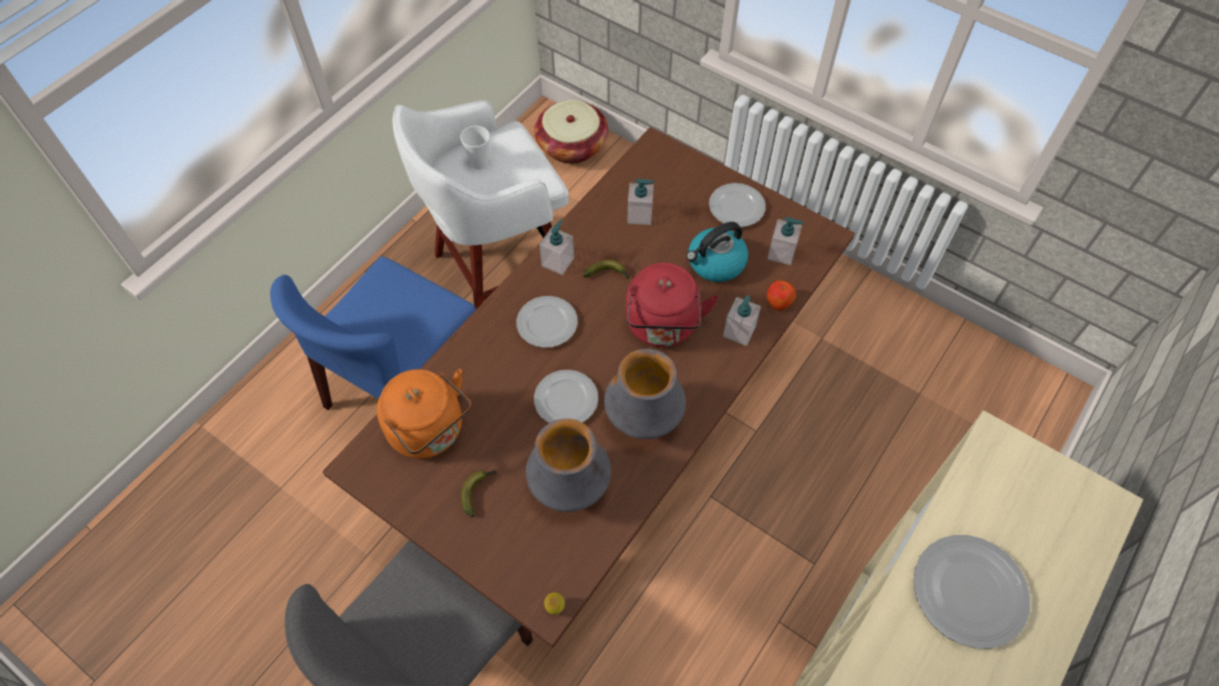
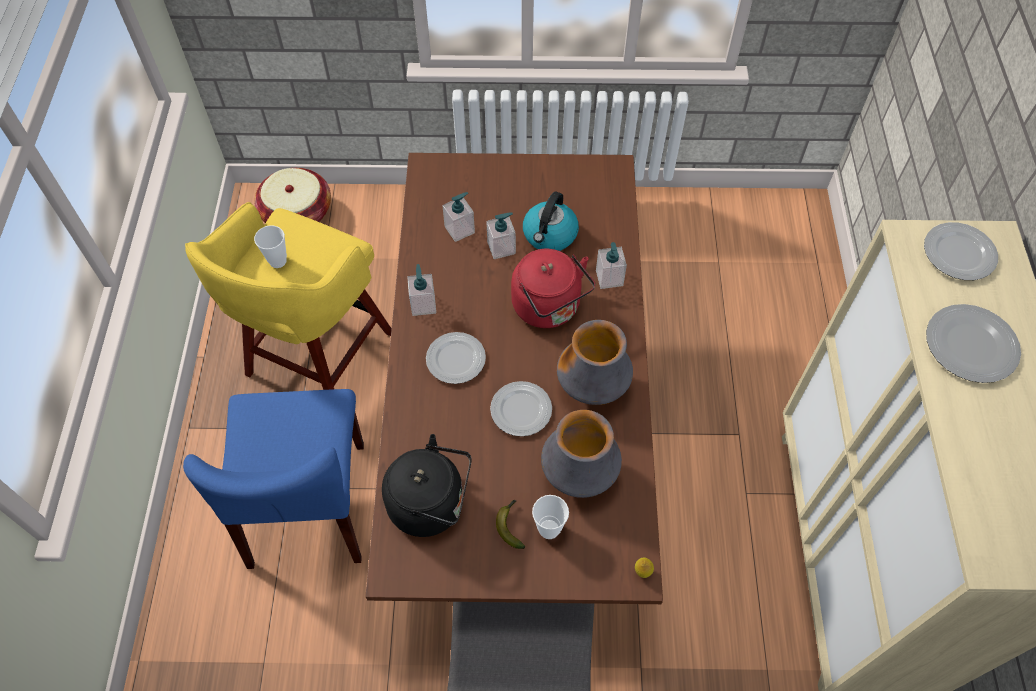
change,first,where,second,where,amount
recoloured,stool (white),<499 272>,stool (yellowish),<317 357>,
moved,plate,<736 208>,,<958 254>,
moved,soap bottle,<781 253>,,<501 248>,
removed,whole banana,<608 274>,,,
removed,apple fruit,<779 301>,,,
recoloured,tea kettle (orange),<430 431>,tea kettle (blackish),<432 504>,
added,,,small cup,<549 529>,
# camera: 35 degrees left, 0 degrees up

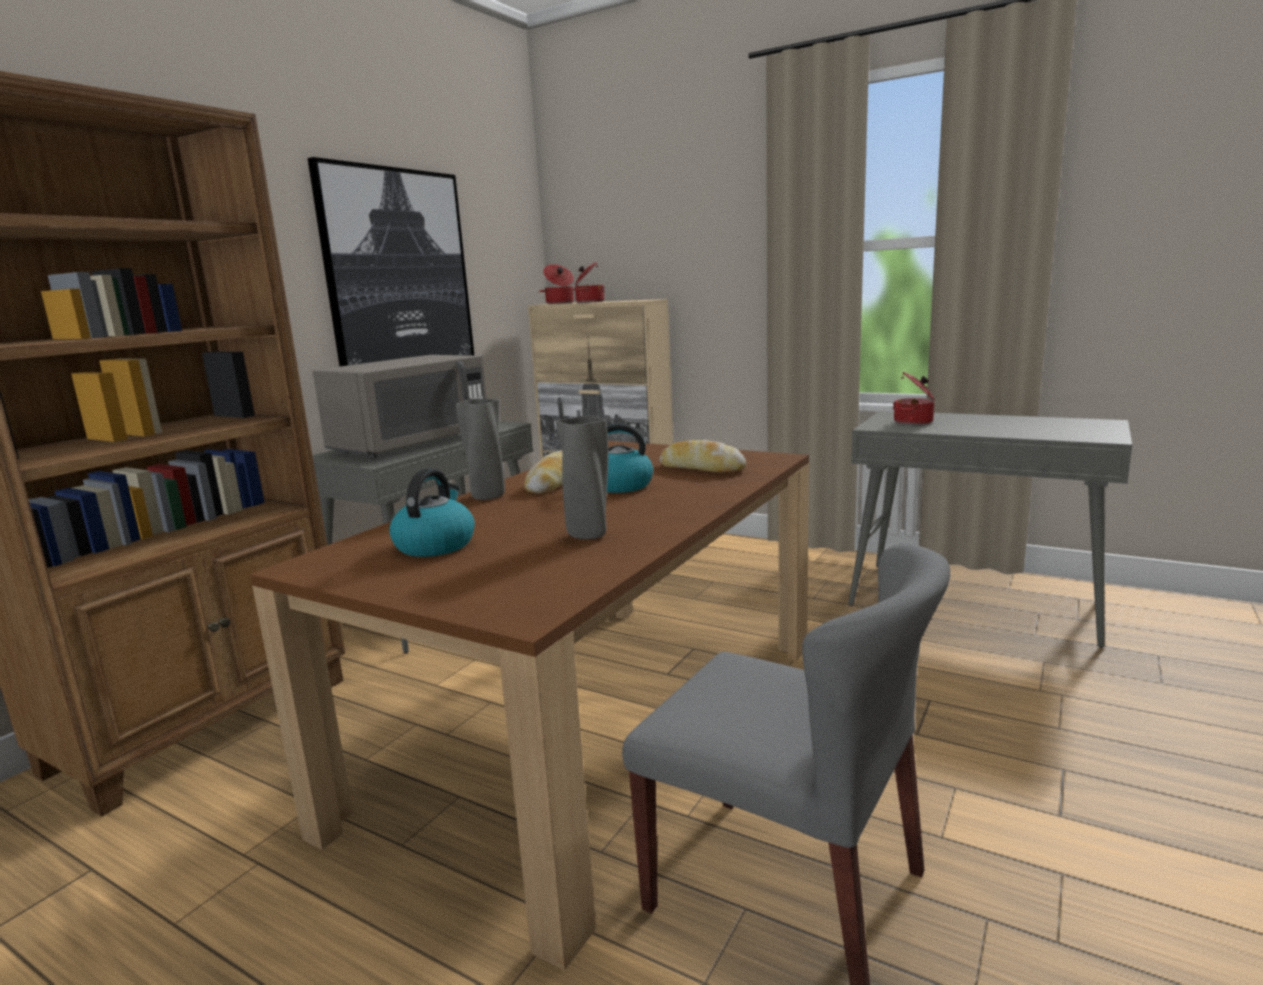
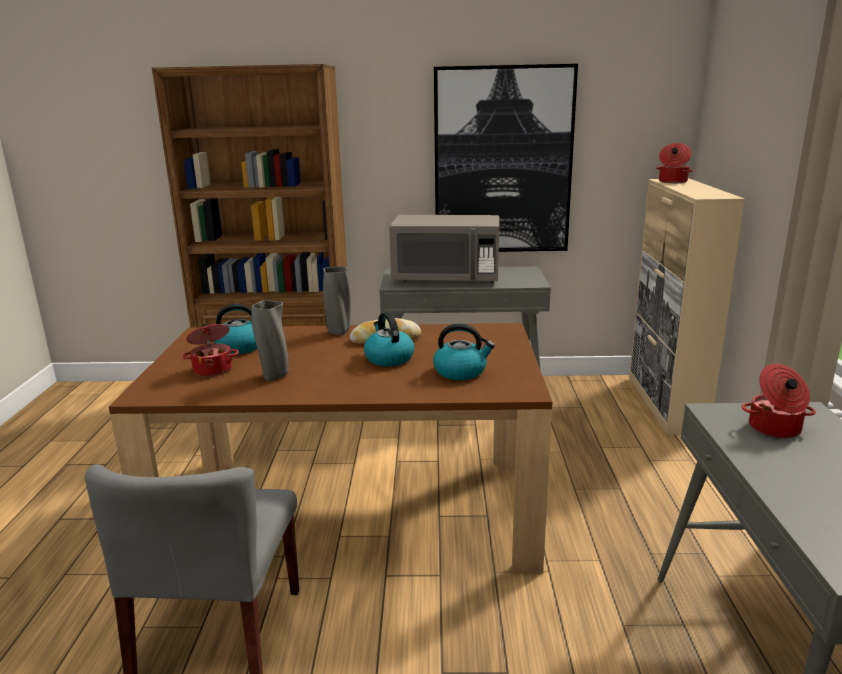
change,first,where,second,where,amount
moved,cooking pot,<589 302>,,<213 369>,
replaced,bakery bread,<701 468>,tea kettle,<461 371>,
# camera: 60 degrees right, 5 degrees up

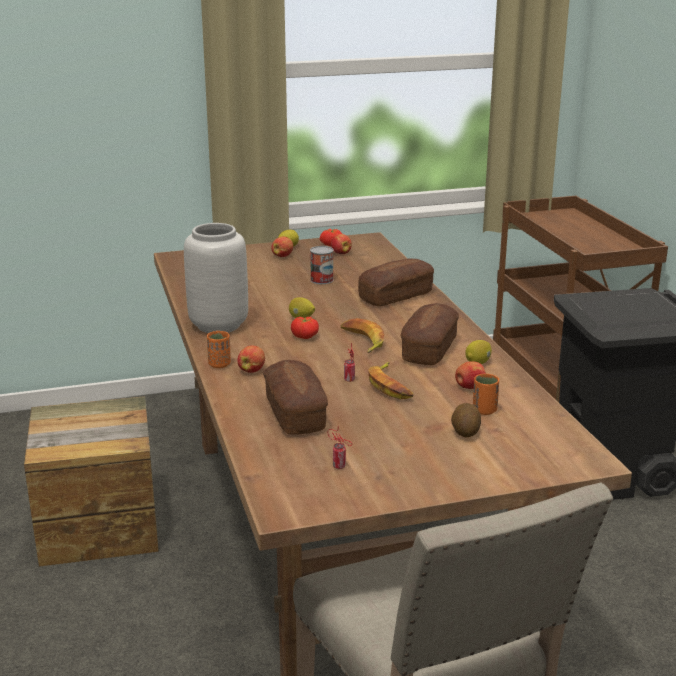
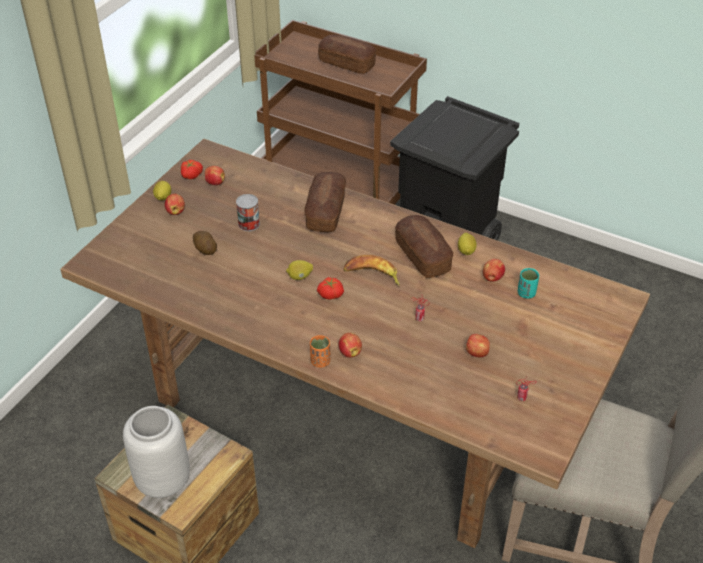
change,first,where,second,where,amount
moved,decorative vase (gray),<220 325>,,<163 479>,
moved,bakery bread,<295 413>,,<347 63>,
removed,whole banana,<391 386>,,,
recoloured,small cup (orange),<484 410>,small cup (turquoise-coloured),<526 293>,
moved,spud,<465 431>,,<205 249>,
added,,,apple fruit,<477 353>,
# camera: 45 degrees left, 20 degrees up

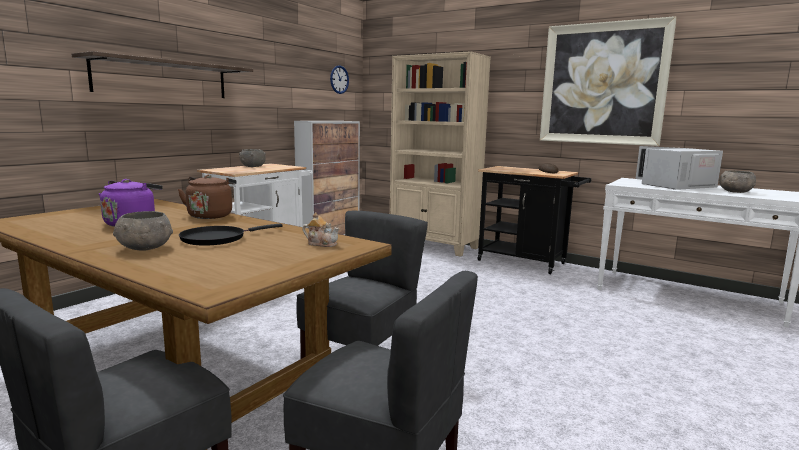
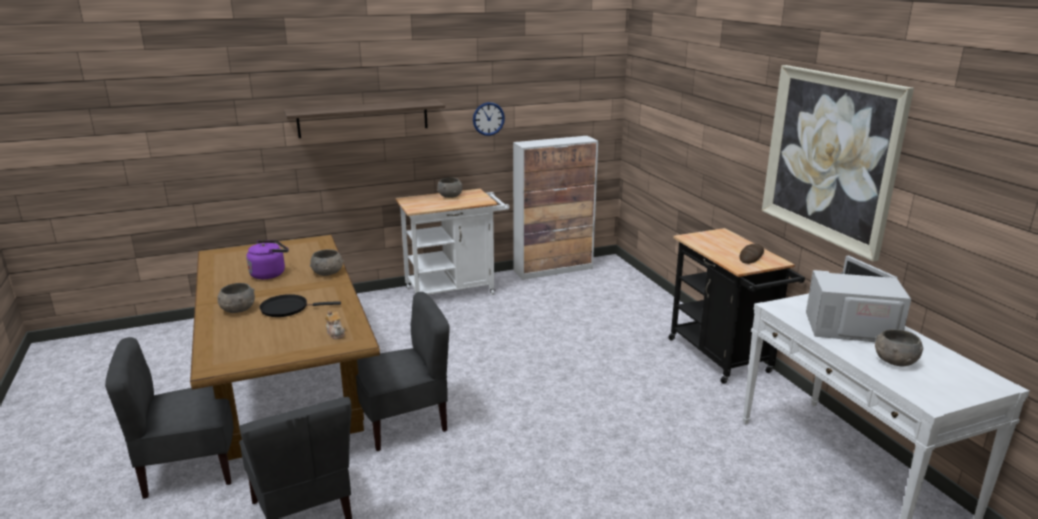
change,first,where,second,where,amount
removed,bookcase (beige),<434 246>,,,
moved,hanging clock,<339 79>,,<488 119>,
replaced,tea kettle (brown-coloured),<211 215>,serving bowl (gray),<328 273>,
# camera: 35 degrees right, 10 degrees up

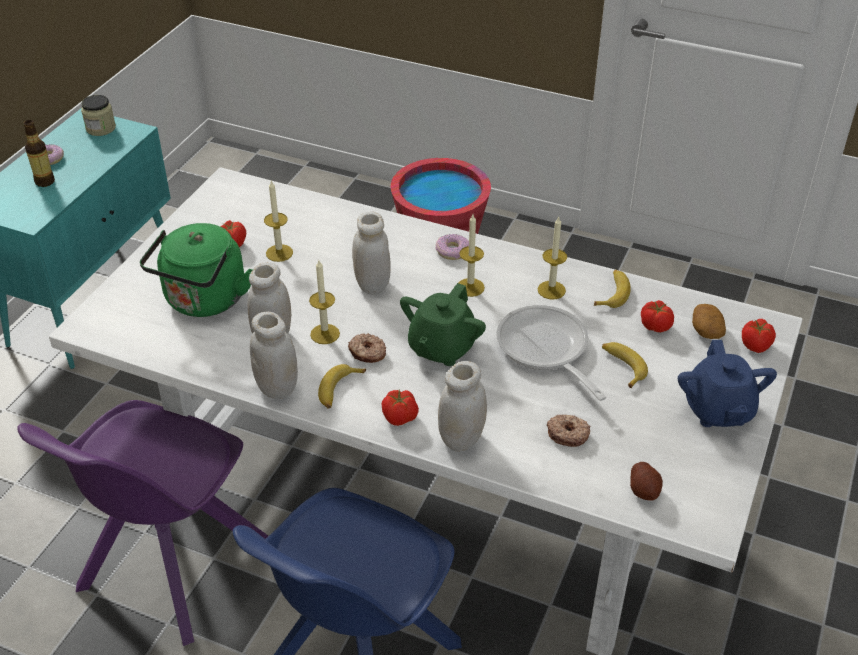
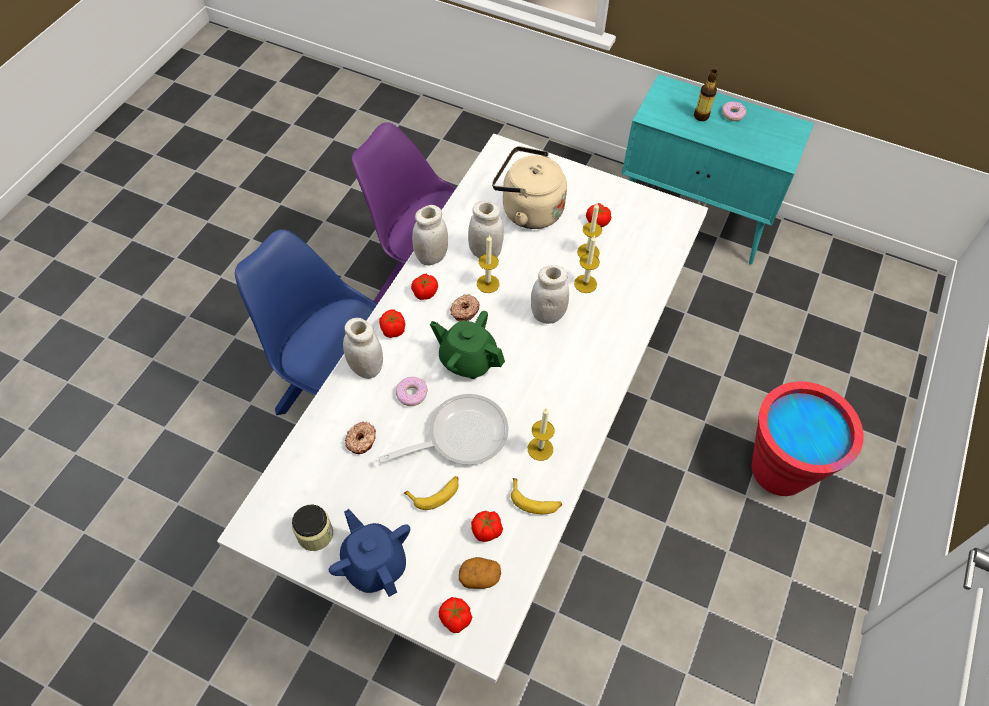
change,first,where,second,where,amount
moved,storage jar,<101 128>,,<315 534>,
moved,wax light,<470 287>,,<585 284>,
recoloured,tea kettle (green-coloured),<204 301>,tea kettle (beige),<528 210>,
moved,donut,<452 251>,,<411 394>,
turned,teapot (bluish),<718 410>,,<374 563>,60 degrees clockwise
replaced,whole banana,<339 391>,fresh tomato,<424 293>,
removed,spud,<644 490>,,,
# camera: 90 degrees right, 15 degrees up

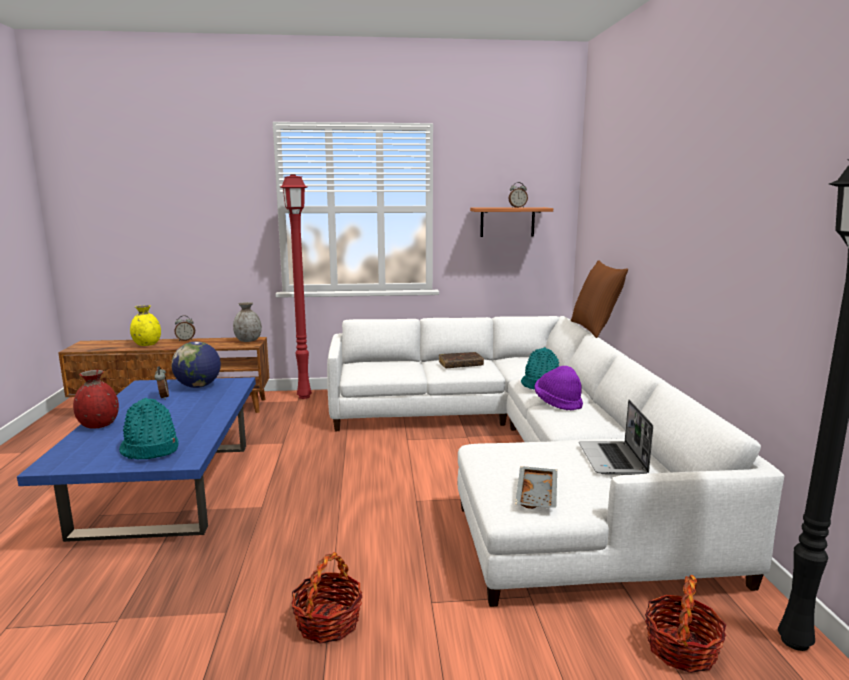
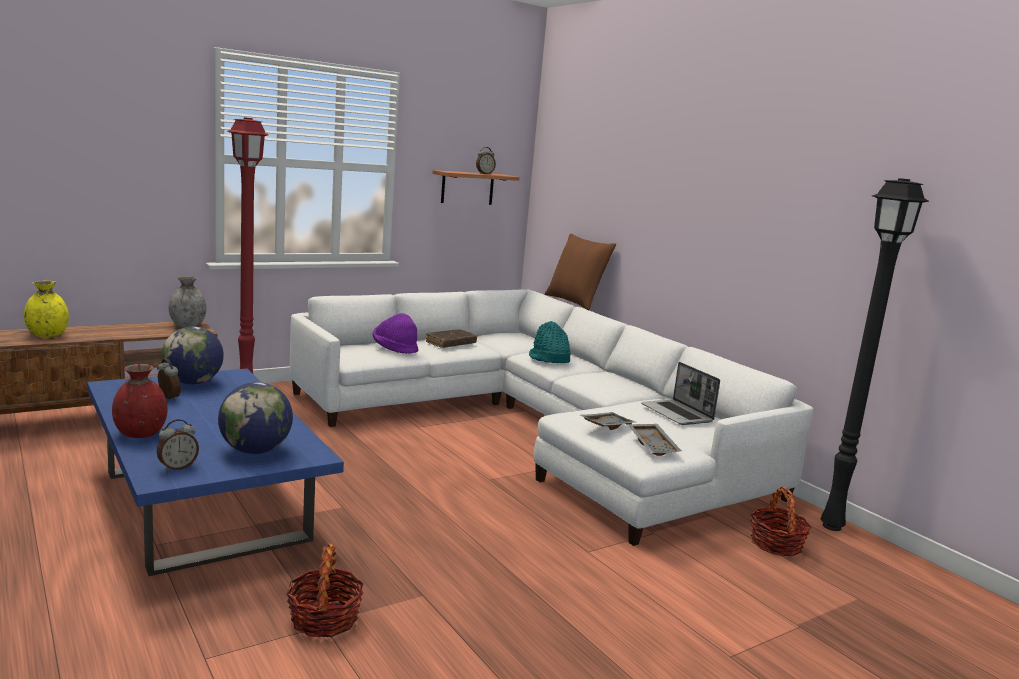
change,first,where,second,where,amount
moved,alarm clock,<186 340>,,<177 467>,
moved,clothing hat (purplish),<558 403>,,<395 349>,
replaced,clothing hat (turquoise-coloured),<150 449>,globe,<255 451>,
moved,household basket,<328 622>,,<324 619>,
added,,,tray (gray),<606 426>,
# camera: 30 degrees left, 0 degrees up

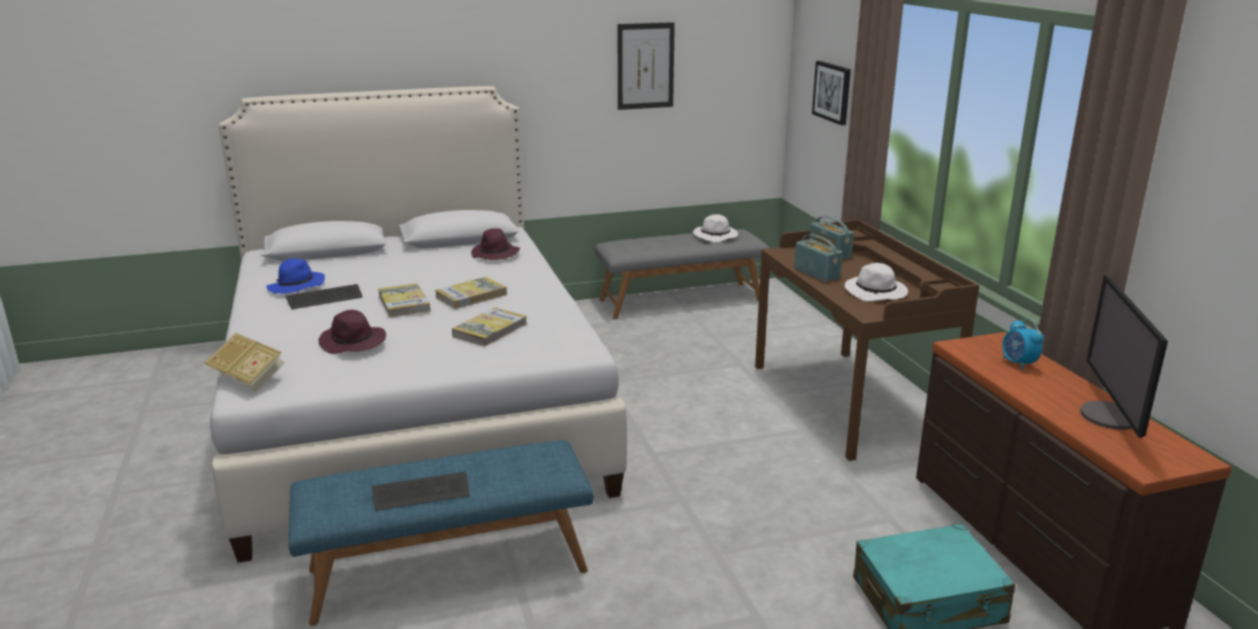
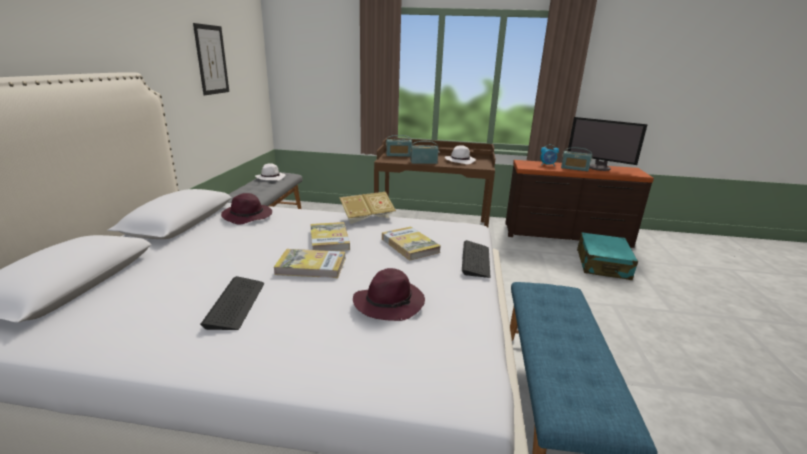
change,first,where,second,where,amount
removed,wall art,<832 92>,,,
removed,clothing hat (bluish),<296 287>,,,
moved,volume,<248 378>,,<367 218>,
moved,PC keyboard,<421 493>,,<475 260>,
added,,,radio receiver,<574 168>,
# camera: 65 degrees left, 0 degrees up

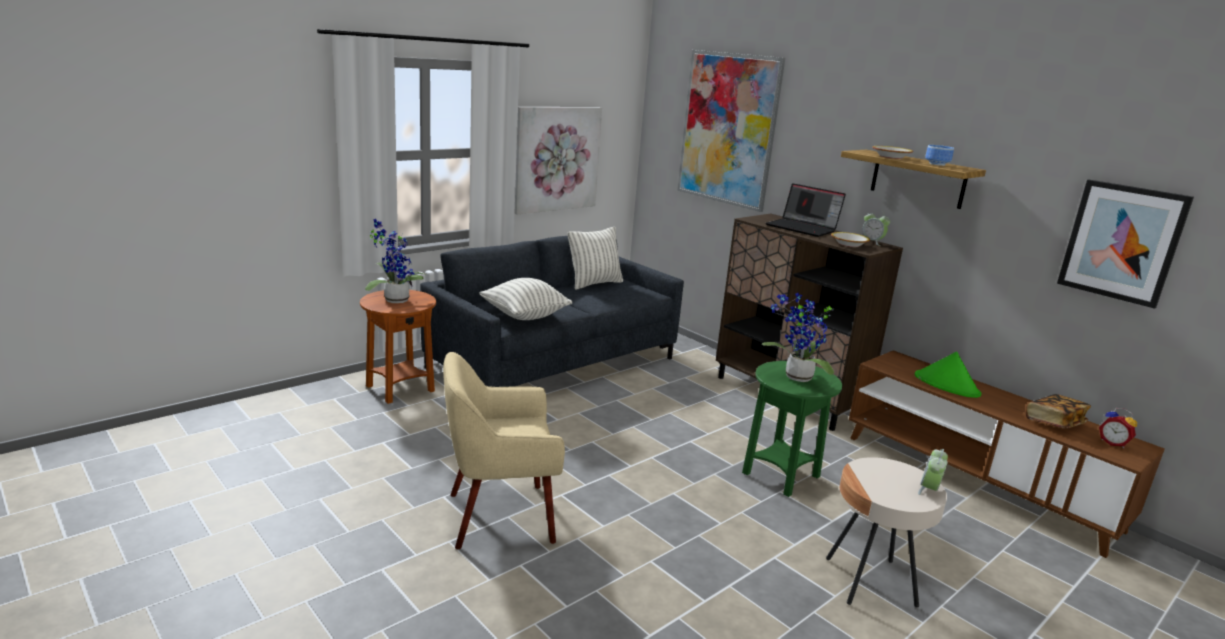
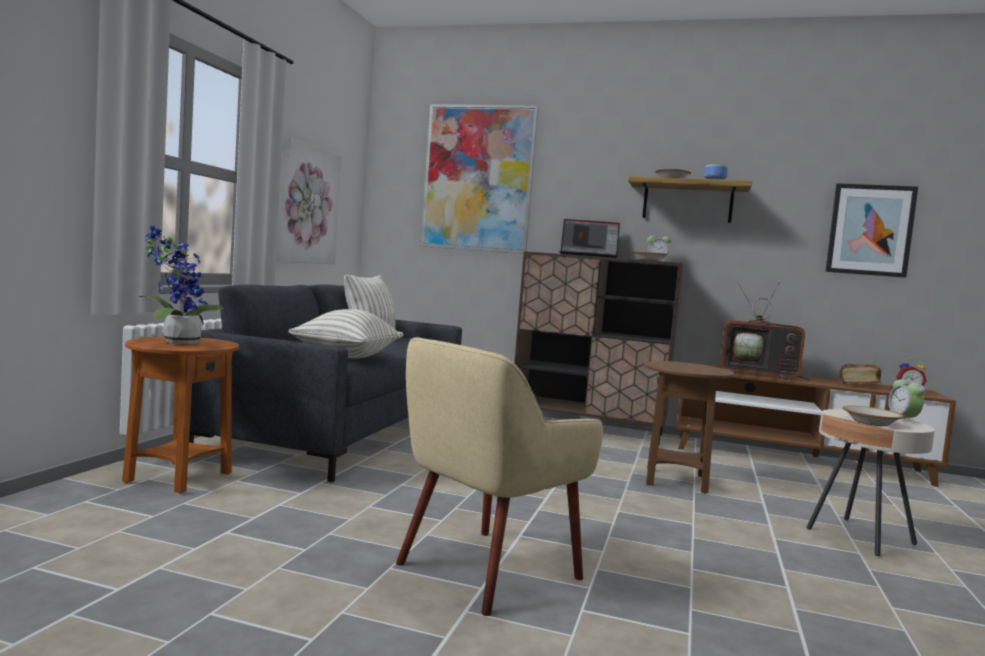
change,first,where,second,where,amount
removed,plant in a pot,<795 378>,,,
replaced,clothing hat (green-coloured),<947 385>,TV,<760 374>,
recoloured,side table (green-coloured),<781 476>,side table (brown-coloured),<676 481>,
added,,,serving bowl,<871 422>,
# camera: 30 degrees left, 15 degrees down

